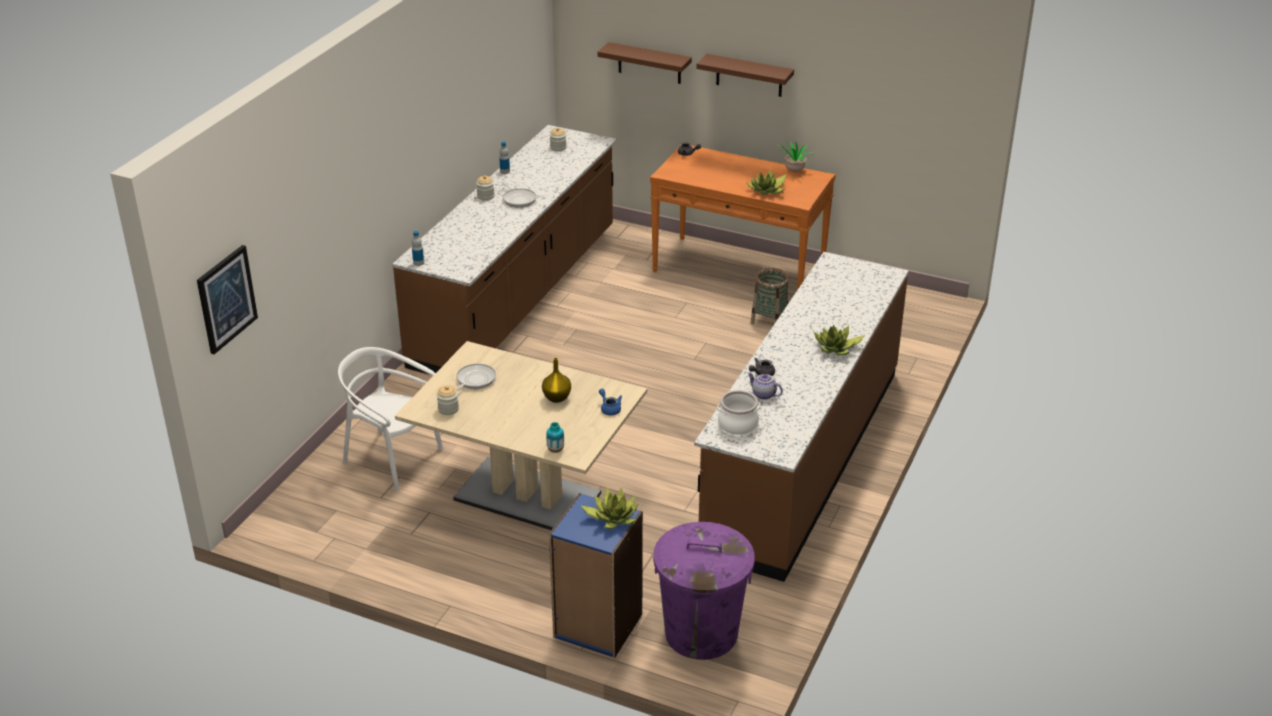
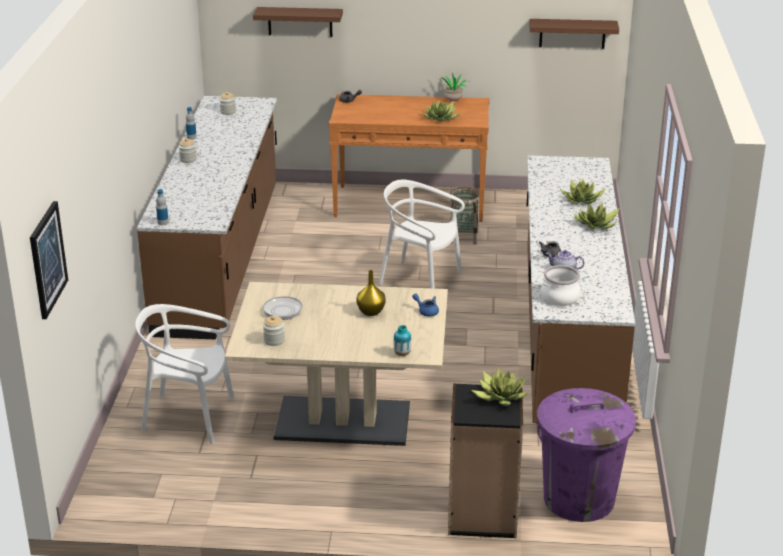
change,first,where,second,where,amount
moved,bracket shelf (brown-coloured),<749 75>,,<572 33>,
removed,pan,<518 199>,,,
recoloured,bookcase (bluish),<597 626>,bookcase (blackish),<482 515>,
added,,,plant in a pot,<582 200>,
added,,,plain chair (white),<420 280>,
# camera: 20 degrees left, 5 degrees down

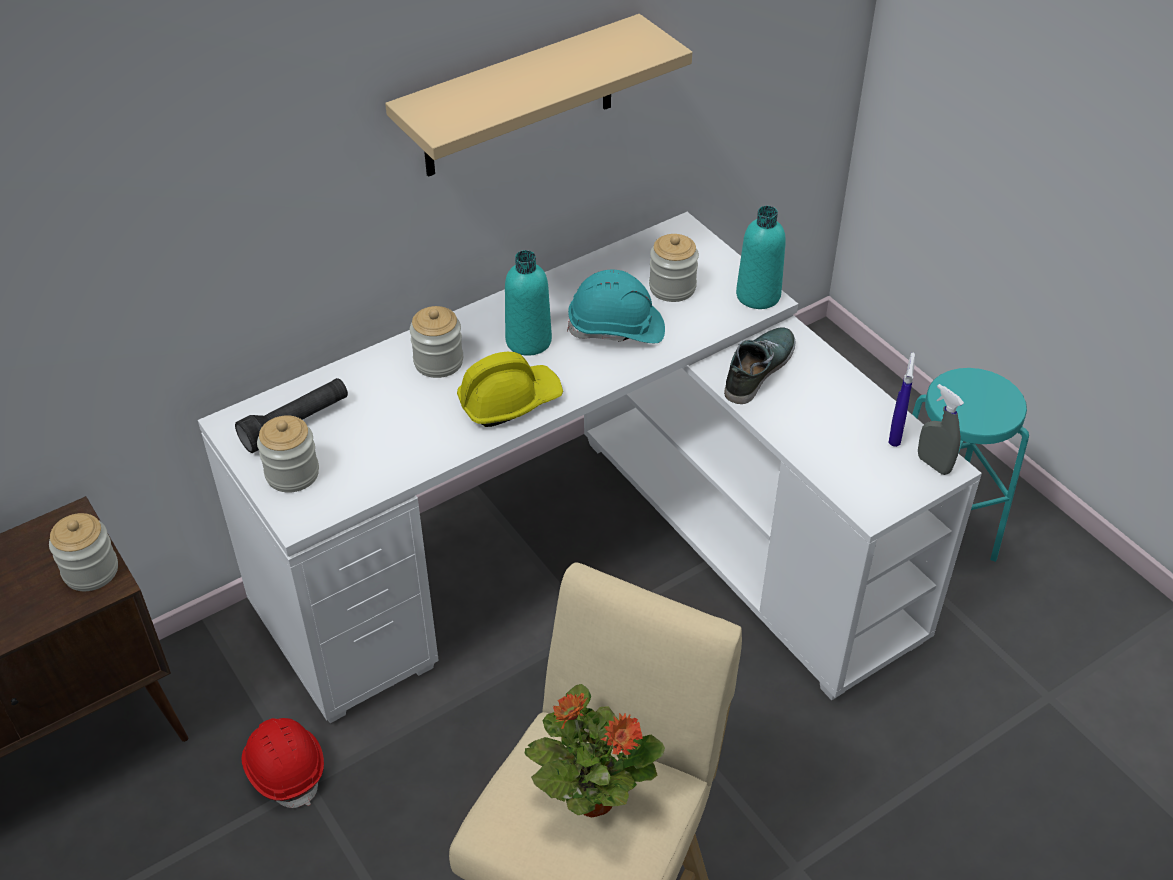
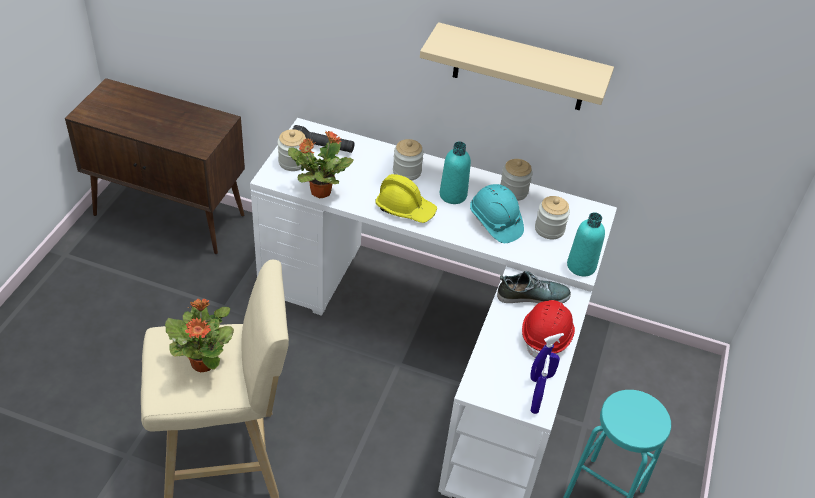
change,first,where,second,where,amount
recoloured,sprayer (gray),<933 464>,sprayer (bluish),<535 404>,
moved,storage jar,<91 571>,,<513 191>,
moved,hard hat (reddish),<285 768>,,<547 336>,
added,,,plant in a pot,<319 191>,
# camera: 50 degrees right, 0 degrees up

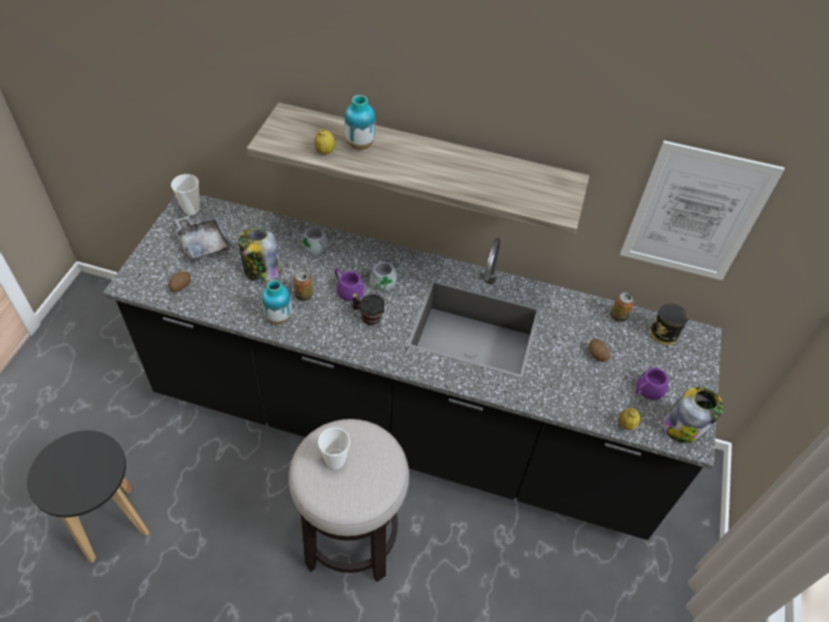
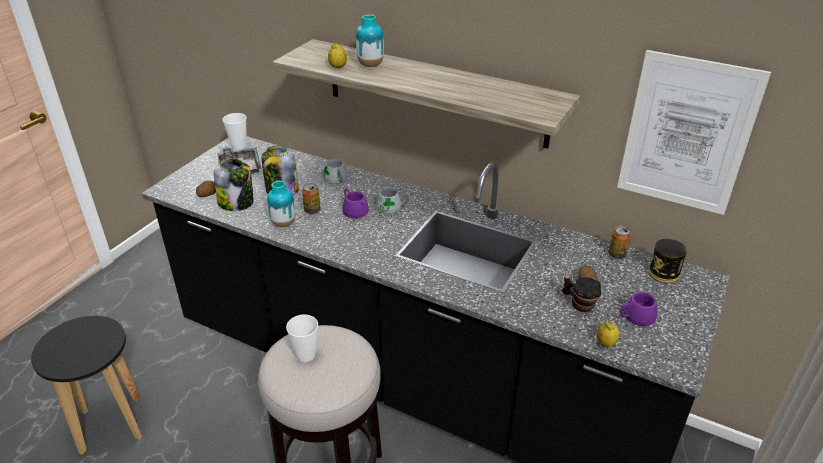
change,first,where,second,where,amount
moved,tea mug,<368 316>,,<579 304>,
moved,storage jar,<683 427>,,<237 203>,
# camera: 15 degrees right, 15 degrees down

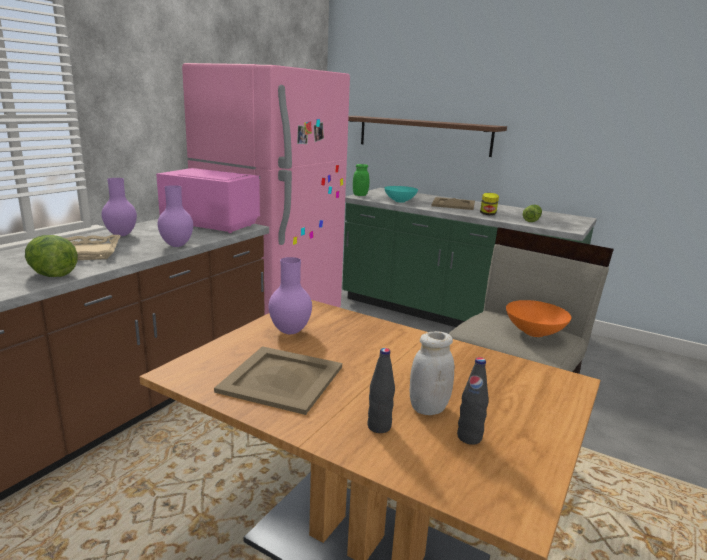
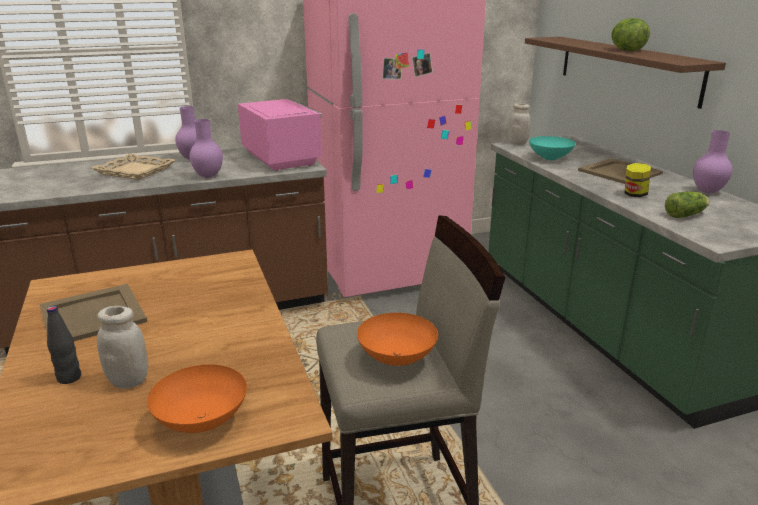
change,first,where,second,where,amount
recoloured,storage jar (green-coloured),<360 195>,storage jar (white),<517 143>,
moved,head of lettuce,<52 275>,,<626 50>,
moved,decorative vase (purplish),<289 332>,,<707 192>,
removed,beverage bottle (blackish),<469 437>,,,
added,,,serving bowl (orange),<201 420>,
# camera: 40 degrees right, 5 degrees up

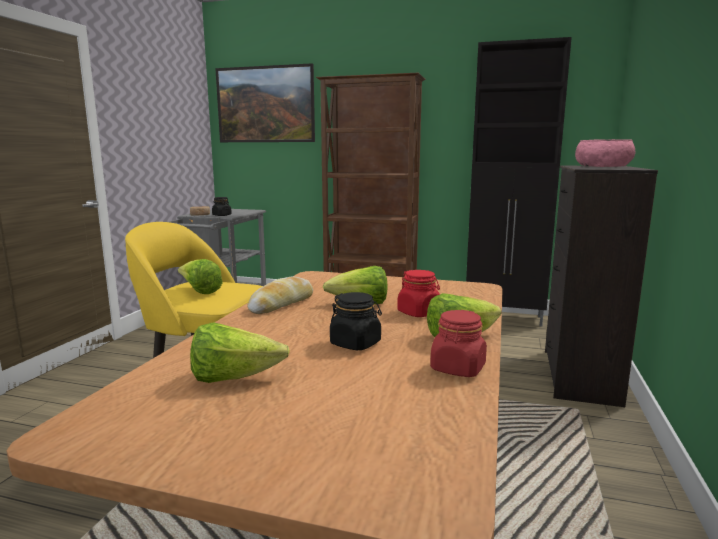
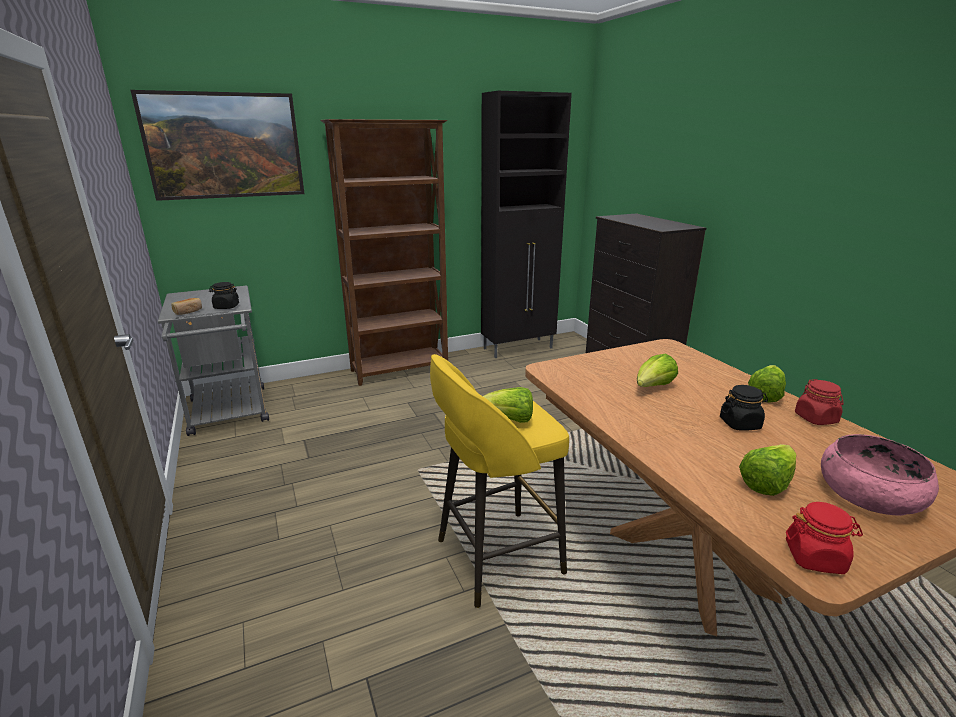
change,first,where,second,where,amount
moved,serving bowl (pink-coloured),<603 167>,,<869 494>,
moved,storage jar (reddish),<419 313>,,<815 557>,
removed,bakery bread,<282 304>,,,
# camera: 40 degrees left, 10 degrees up

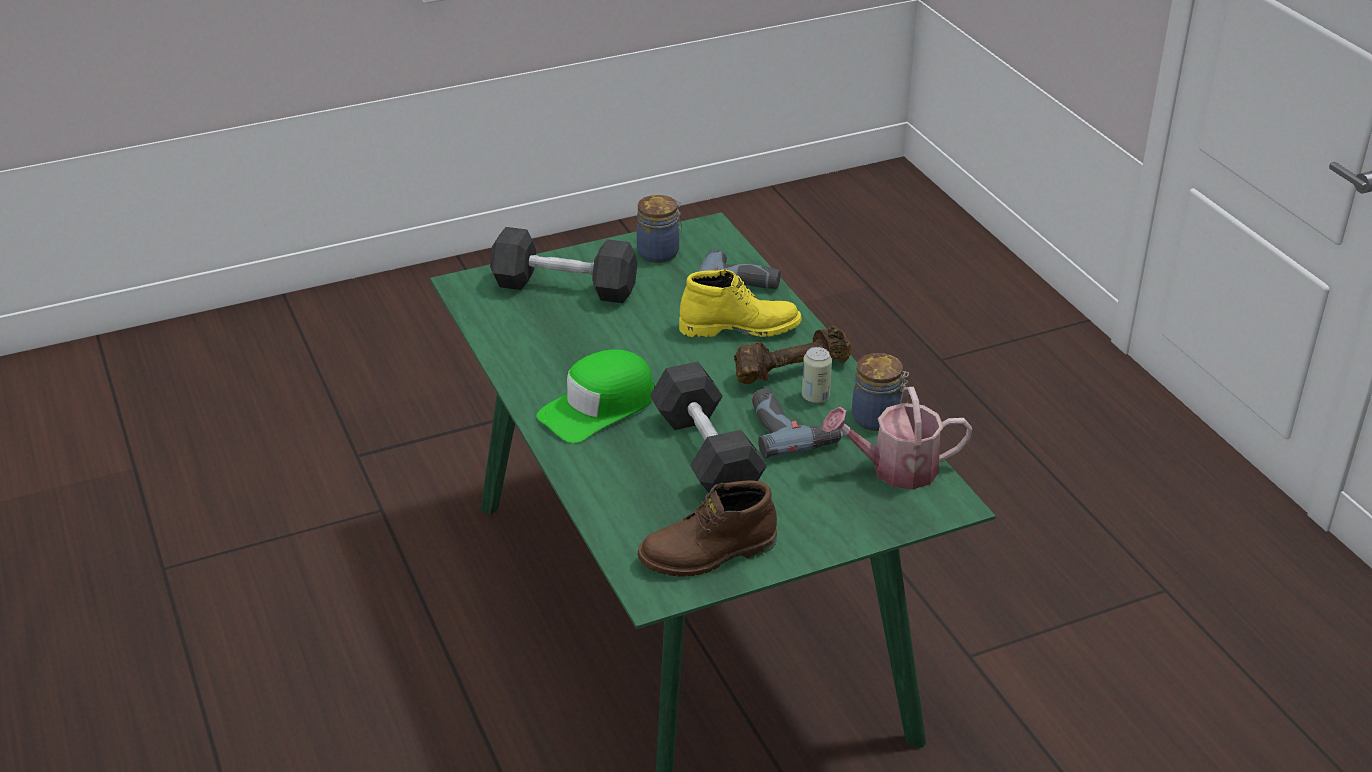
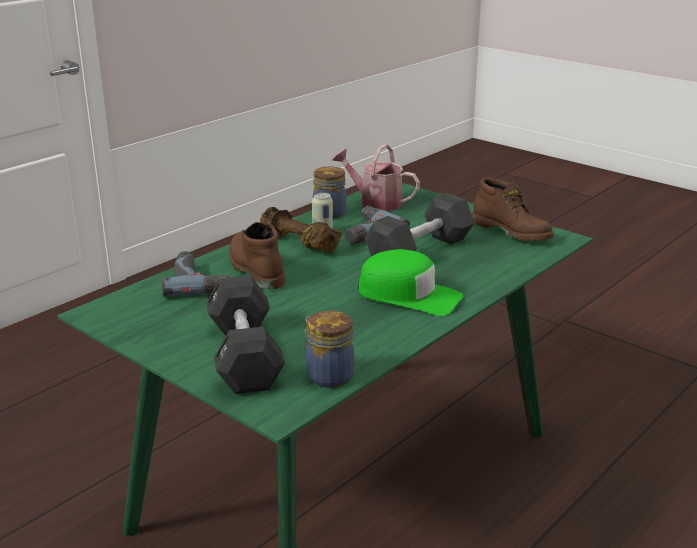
change,first,where,second,where,amount
moved,storage jar,<660 253>,,<328 376>,
recoloured,tall boot (yellowish),<740 327>,tall boot (brown-coloured),<254 269>,
turned,watering can,<895 469>,,<375 202>,150 degrees clockwise
# camera: 115 degrees left, 10 degrees down

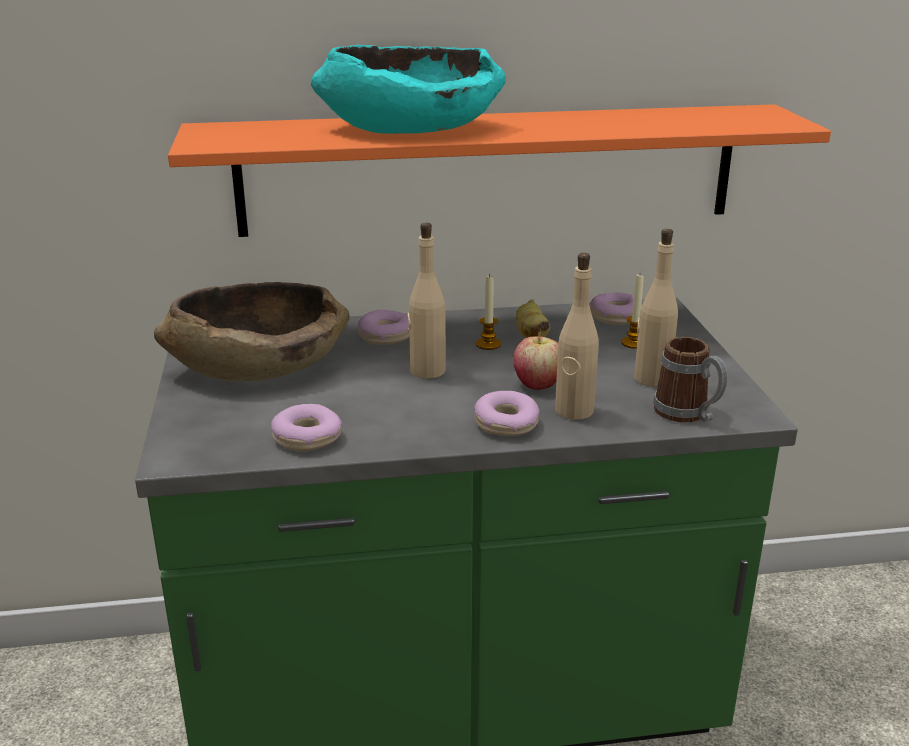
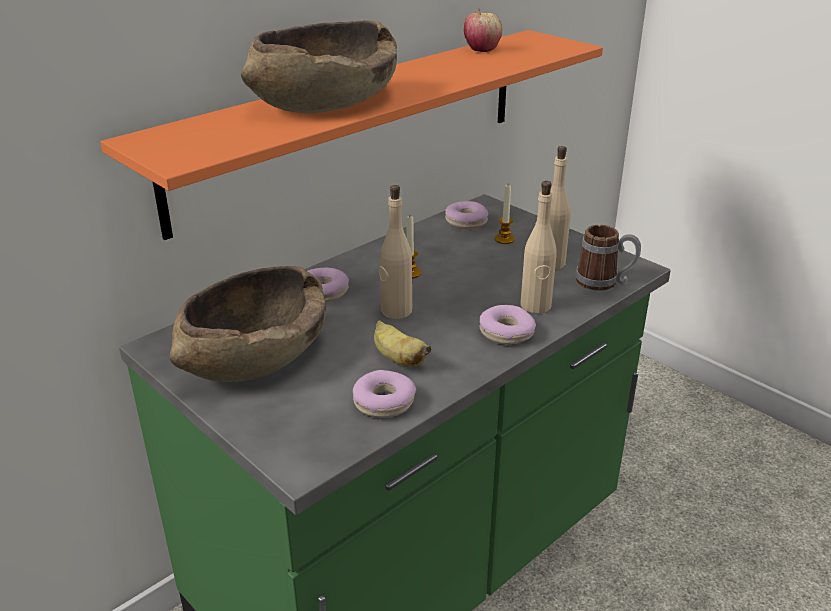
change,first,where,second,where,amount
recoloured,serving bowl (turquoise-coloured),<410 127>,serving bowl (brown-coloured),<325 102>,
moved,whole banana,<531 335>,,<398 358>,
moved,apple fruit,<538 384>,,<482 50>,
# camera: 35 degrees left, 5 degrees up

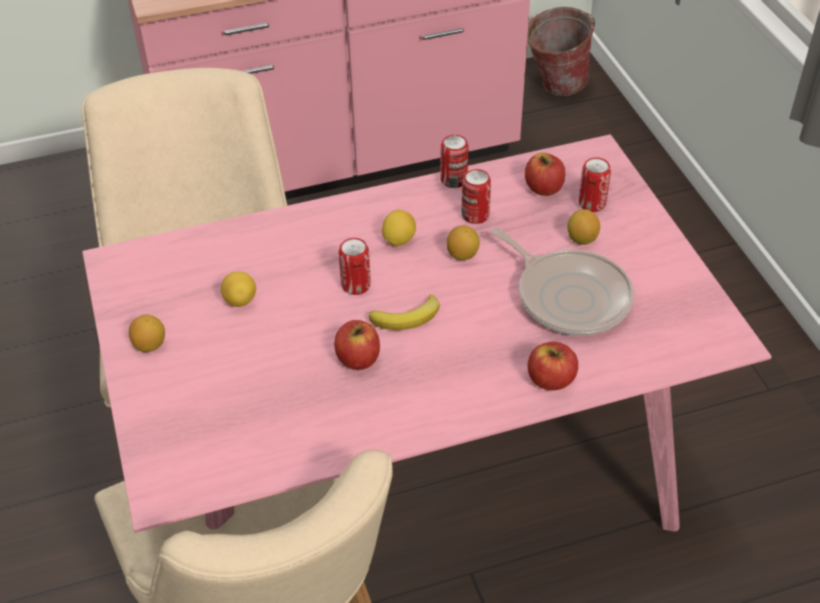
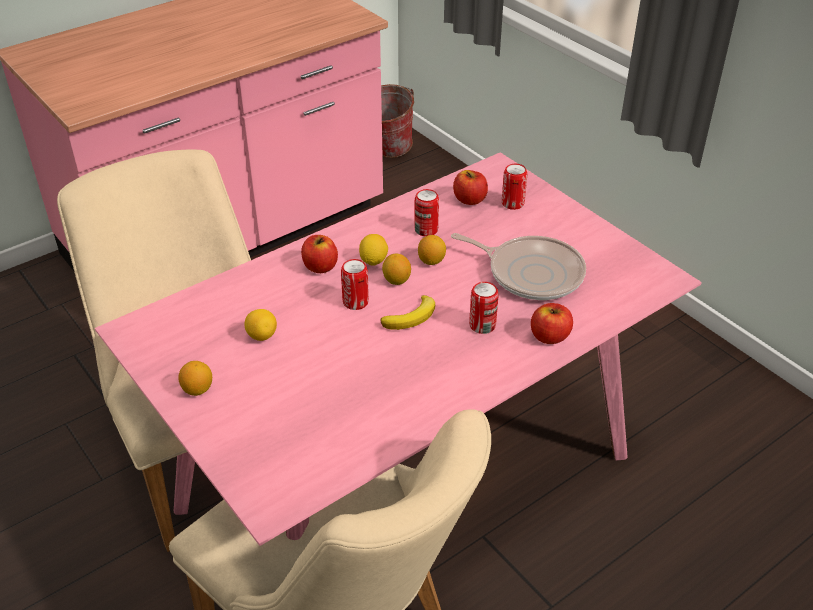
change,first,where,second,where,amount
moved,metal can,<453 180>,,<482 325>,
moved,citrus fruit,<581 239>,,<396 280>,
moved,apple fruit,<358 359>,,<320 267>,
# camera: 20 degrees left, 5 degrees down

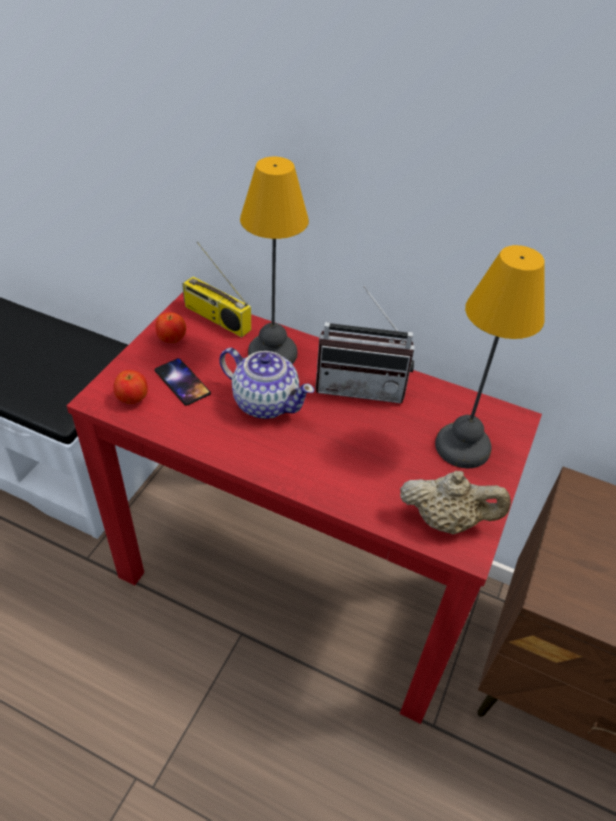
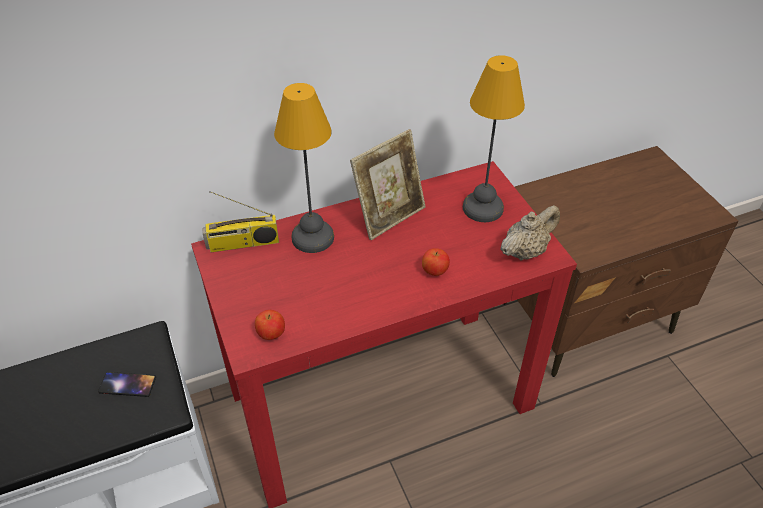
change,first,where,second,where,amount
replaced,radio receiver,<361 385>,standing frame,<389 216>,
moved,apple fruit,<172 339>,,<434 271>,
removed,teapot,<265 402>,,,
moved,handset,<182 382>,,<127 384>,
# camera: 45 degrees left, 0 degrees up

